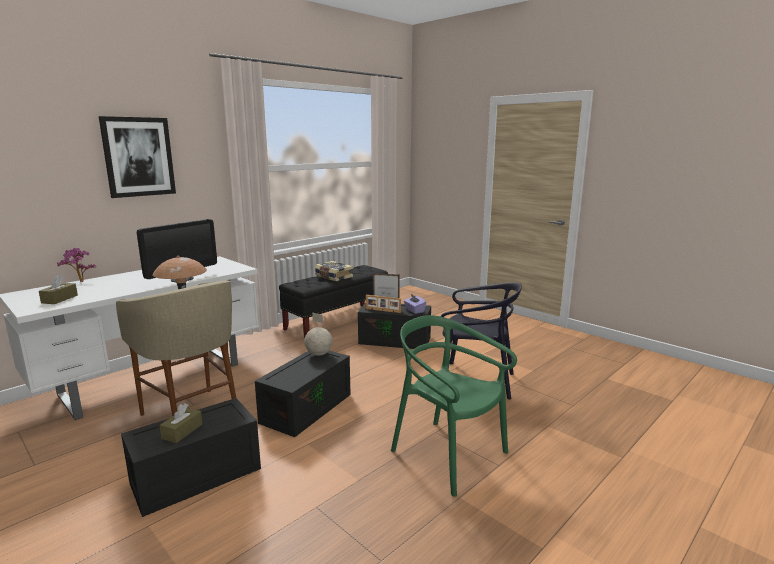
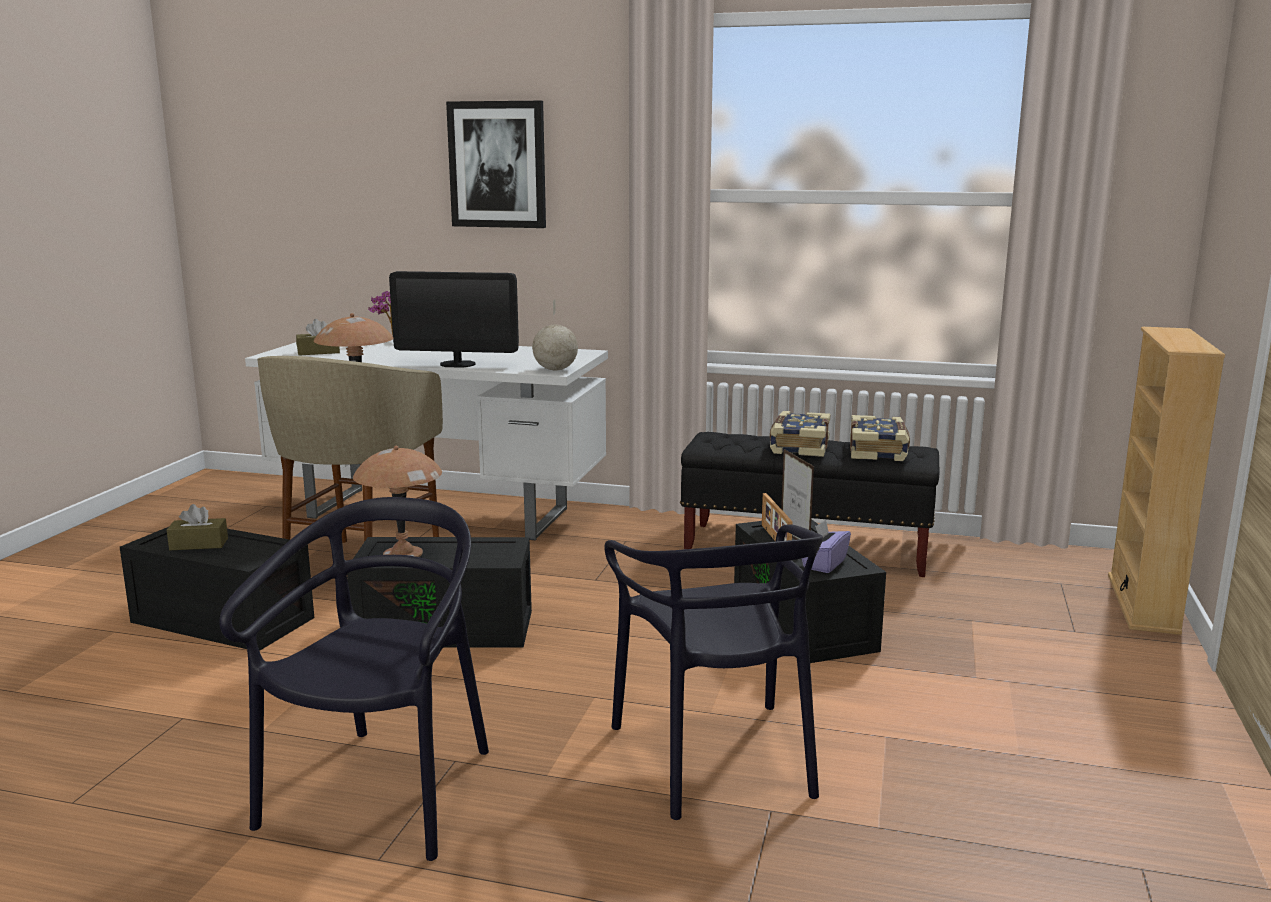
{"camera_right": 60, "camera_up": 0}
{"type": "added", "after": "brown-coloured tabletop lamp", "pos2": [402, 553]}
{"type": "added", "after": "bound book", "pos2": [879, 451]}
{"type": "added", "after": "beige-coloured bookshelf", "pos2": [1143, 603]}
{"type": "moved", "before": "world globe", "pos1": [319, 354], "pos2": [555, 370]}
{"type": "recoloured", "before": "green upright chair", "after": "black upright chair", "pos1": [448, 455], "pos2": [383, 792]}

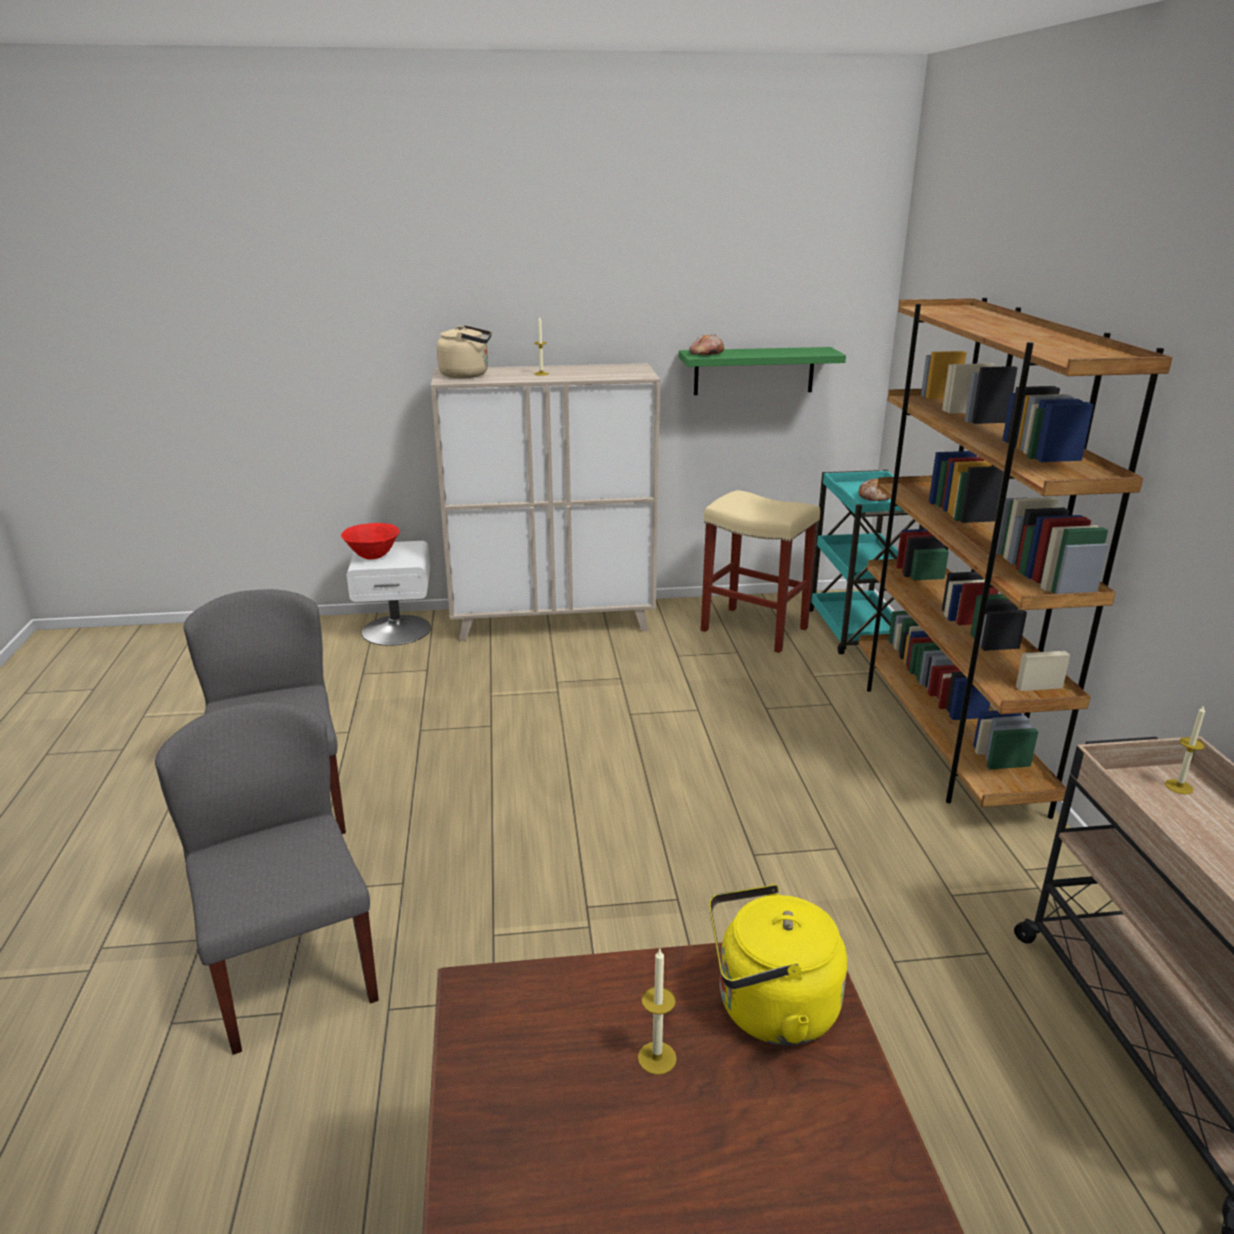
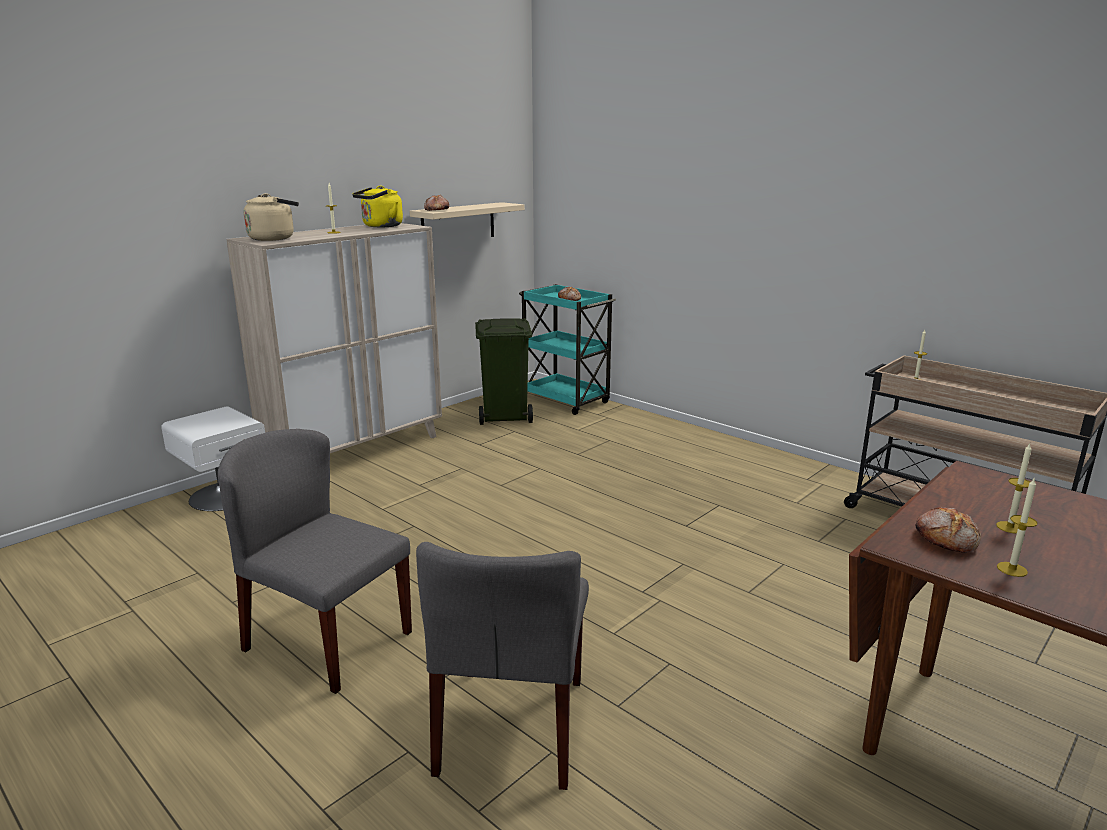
{"camera_right": -40, "camera_up": -5}
{"type": "removed", "before": "red-coloured serving bowl", "pos1": [373, 557]}
{"type": "removed", "before": "brown-coloured bookshelf", "pos1": [944, 739]}
{"type": "added", "after": "bakery bread", "pos2": [947, 539]}
{"type": "added", "after": "wax candle", "pos2": [1012, 569]}
{"type": "moved", "before": "yellow tea kettle", "pos1": [769, 1009], "pos2": [380, 226]}
{"type": "replaced", "before": "beige-coloured sitting stool", "after": "green waste bin", "pos1": [756, 629], "pos2": [506, 416]}
{"type": "recoloured", "before": "green bracket shelf", "after": "beige-coloured bracket shelf", "pos1": [754, 371], "pos2": [458, 223]}
{"type": "turned", "before": "gray upright chair", "pos1": [289, 969], "pos2": [512, 726], "turn": -105}

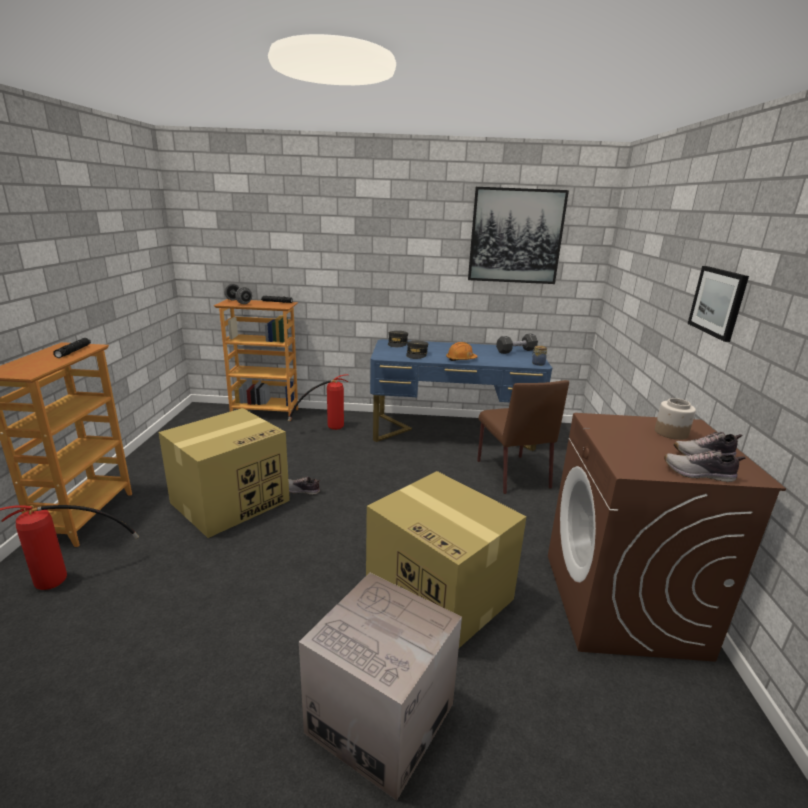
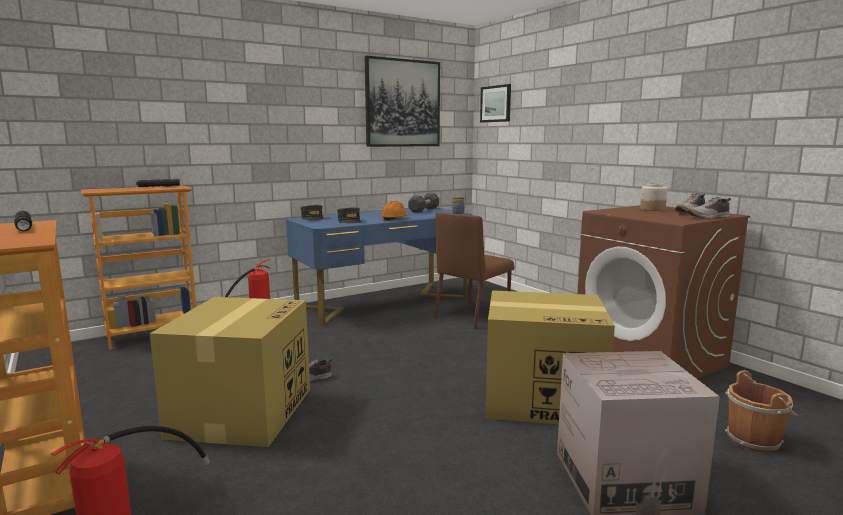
{"camera_right": -35, "camera_up": -10}
{"type": "removed", "before": "gray hand weight", "pos1": [238, 302]}
{"type": "added", "after": "brown-coloured water bucket", "pos2": [755, 440]}
{"type": "moved", "before": "wall picture", "pos1": [718, 302], "pos2": [496, 104]}
{"type": "turned", "before": "brown-coloured upright chair", "pos1": [512, 473], "pos2": [473, 315], "turn": 90}

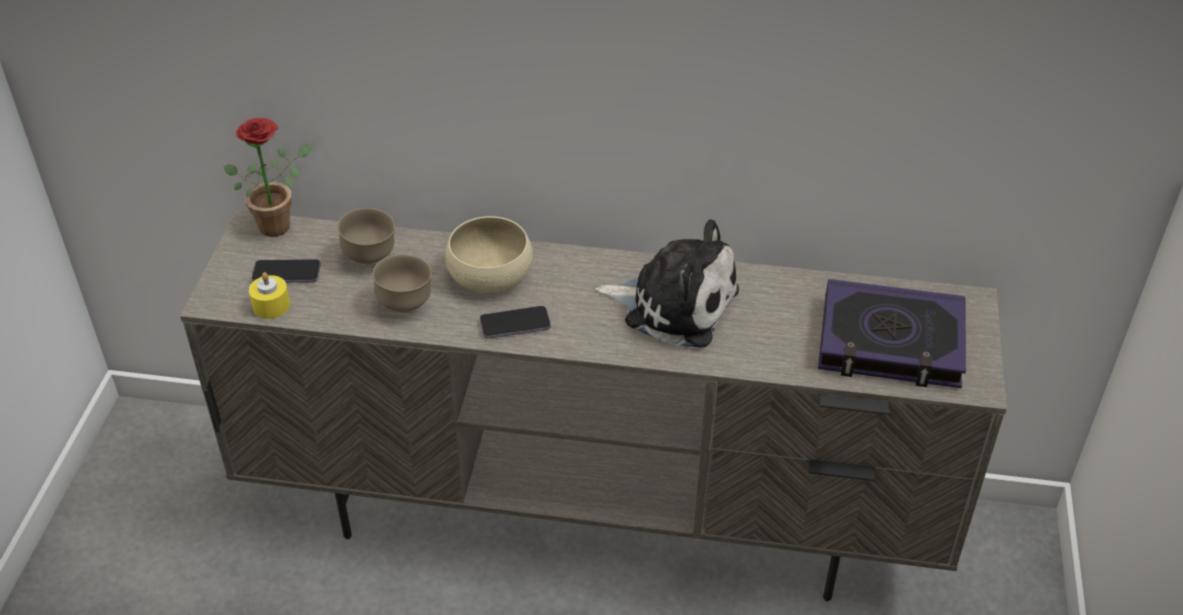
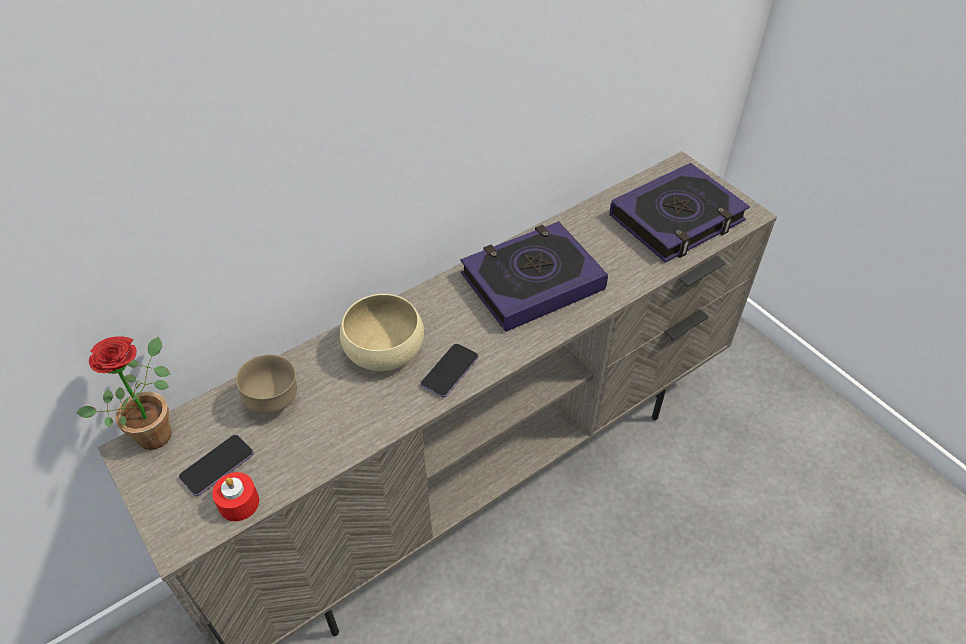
{"camera_right": -45, "camera_up": 5}
{"type": "removed", "before": "brown-coloured serving bowl", "pos1": [405, 304]}
{"type": "replaced", "before": "cuddly toy", "after": "bound book", "pos1": [674, 304], "pos2": [532, 281]}
{"type": "recoloured", "before": "yellow wax candle", "after": "red-coloured wax candle", "pos1": [271, 305], "pos2": [239, 503]}

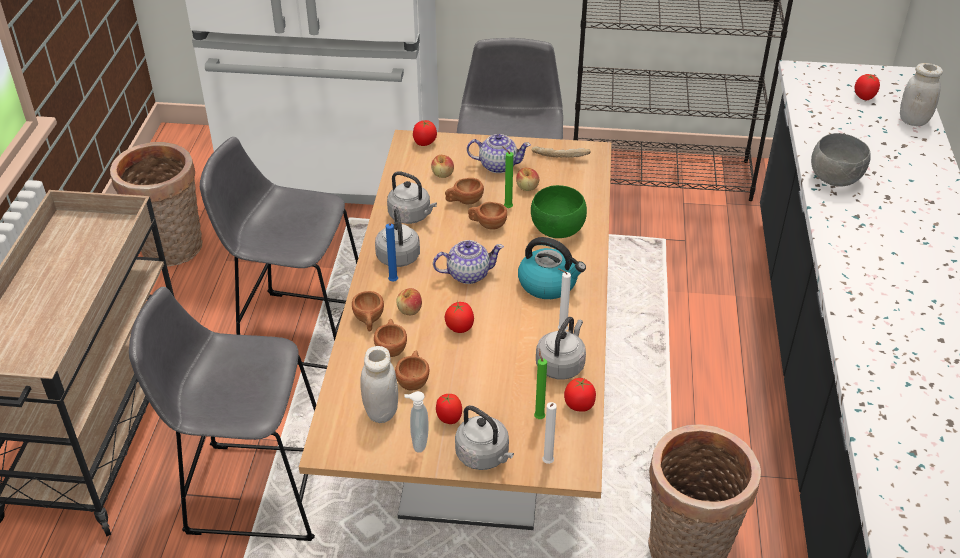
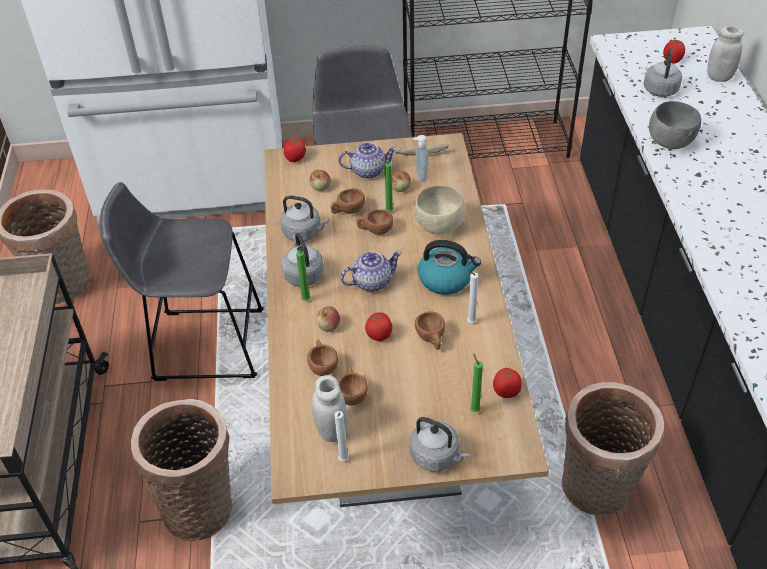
{"camera_right": -10, "camera_up": 5}
{"type": "removed", "before": "whole tomato", "pos1": [449, 418]}
{"type": "moved", "before": "brown-coloured cup", "pos1": [369, 321], "pos2": [431, 339]}
{"type": "moved", "before": "soap bottle", "pos1": [418, 443], "pos2": [420, 176]}
{"type": "moved", "before": "gray tea kettle", "pos1": [561, 364], "pos2": [660, 89]}
{"type": "moved", "before": "whitish wax candle", "pos1": [547, 463], "pos2": [343, 461]}
{"type": "replaced", "before": "gray sitting stool", "after": "storage basket", "pos1": [251, 490], "pos2": [200, 505]}
{"type": "recoloured", "before": "blue wax candle", "after": "green wax candle", "pos1": [393, 282], "pos2": [306, 301]}
{"type": "recoloured", "before": "green serving bowl", "after": "beige-coloured serving bowl", "pos1": [557, 231], "pos2": [439, 227]}

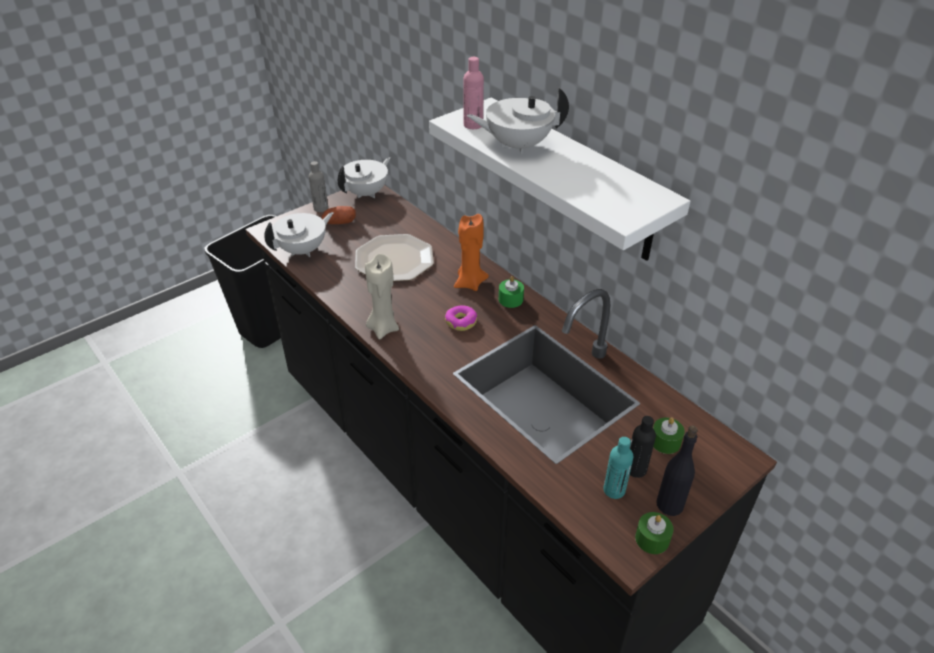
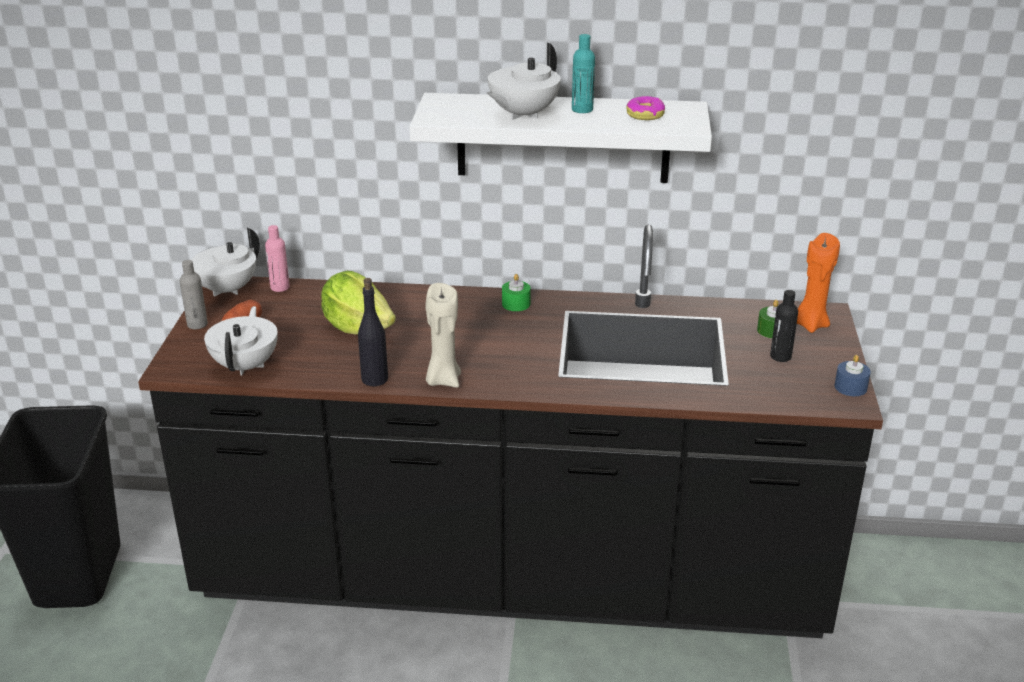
{"camera_right": -45, "camera_up": -10}
{"type": "moved", "before": "donut", "pos1": [461, 322], "pos2": [645, 115]}
{"type": "moved", "before": "orange-coloured wax candle", "pos1": [469, 283], "pos2": [810, 324]}
{"type": "moved", "before": "pink bottle", "pos1": [473, 125], "pos2": [280, 287]}
{"type": "moved", "before": "turquoise-coloured bottle", "pos1": [614, 490], "pos2": [582, 109]}
{"type": "moved", "before": "black bottle", "pos1": [669, 504], "pos2": [374, 379]}
{"type": "replaced", "before": "dinner plate", "after": "head of lettuce", "pos1": [395, 259], "pos2": [358, 326]}
{"type": "recoloured", "before": "green wax candle", "after": "blue wax candle", "pos1": [652, 539], "pos2": [850, 387]}
{"type": "turned", "before": "whitish teapot", "pos1": [367, 193], "pos2": [226, 290], "turn": -135}

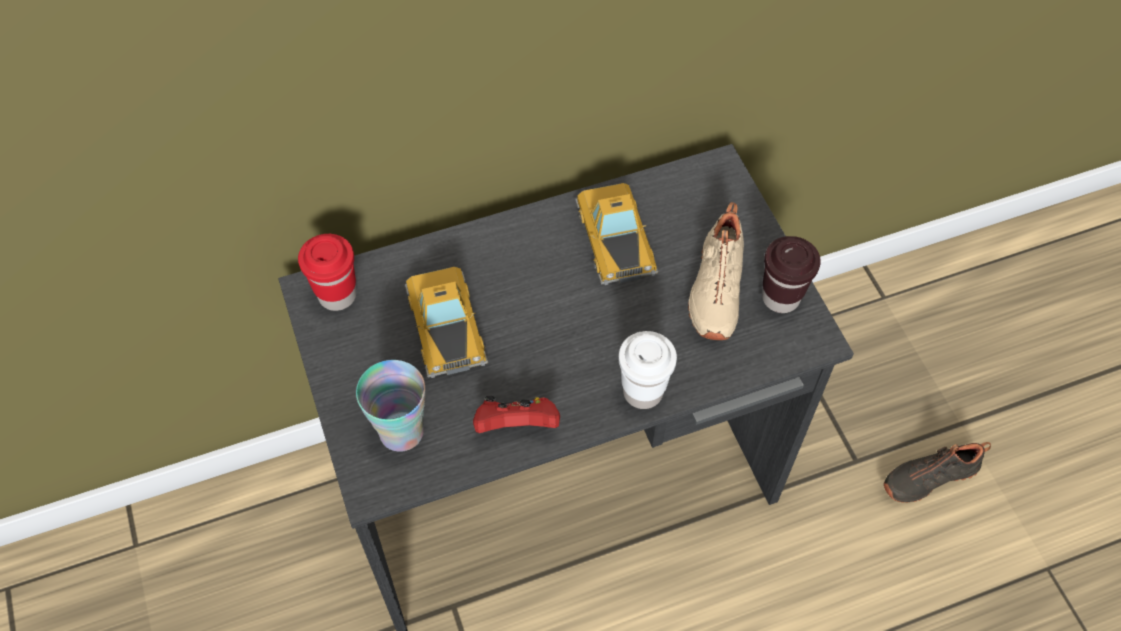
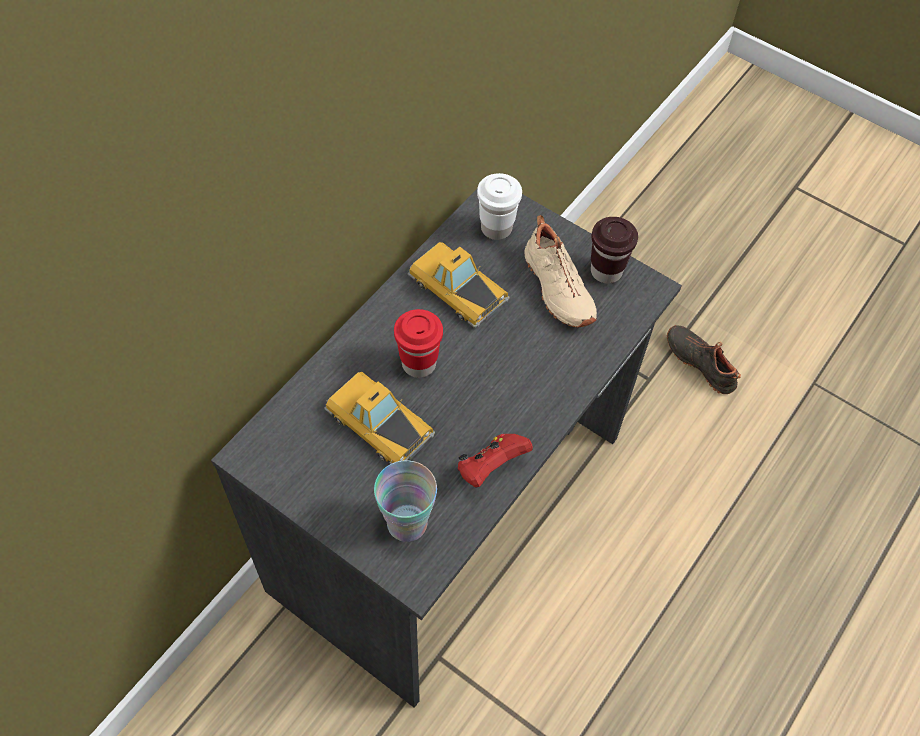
{"camera_right": -35, "camera_up": 0}
{"type": "moved", "before": "red-coloured cup", "pos1": [337, 295], "pos2": [419, 364]}
{"type": "moved", "before": "whitish cup", "pos1": [643, 392], "pos2": [496, 228]}
{"type": "turned", "before": "black item of footwear", "pos1": [928, 475], "pos2": [701, 362], "turn": 105}

